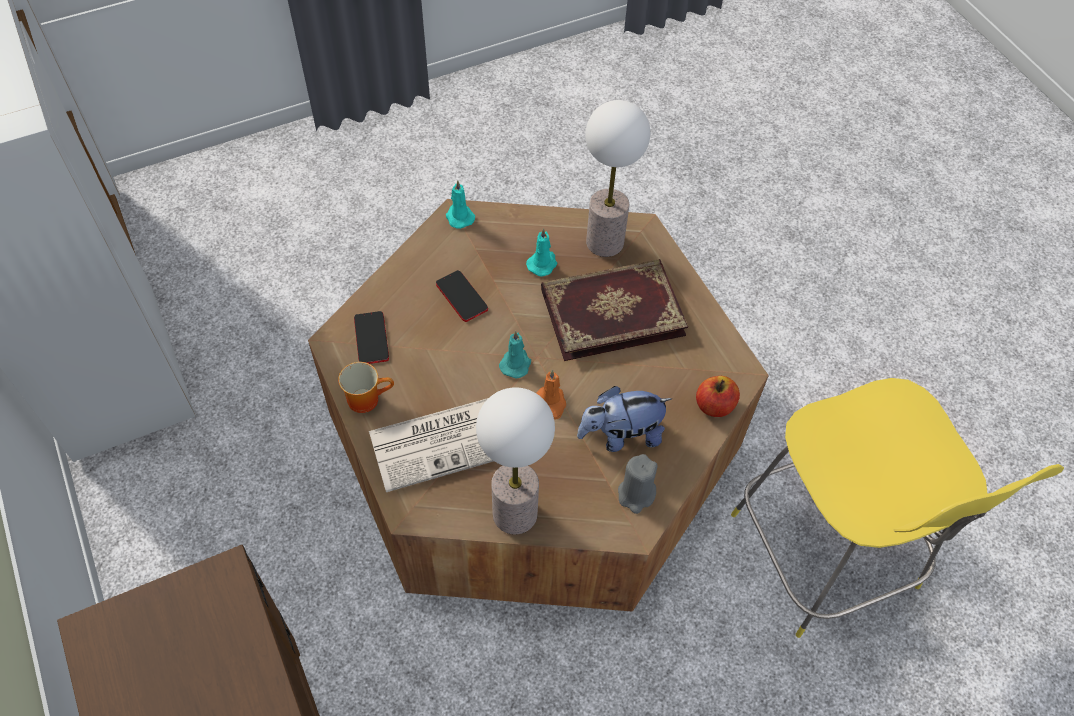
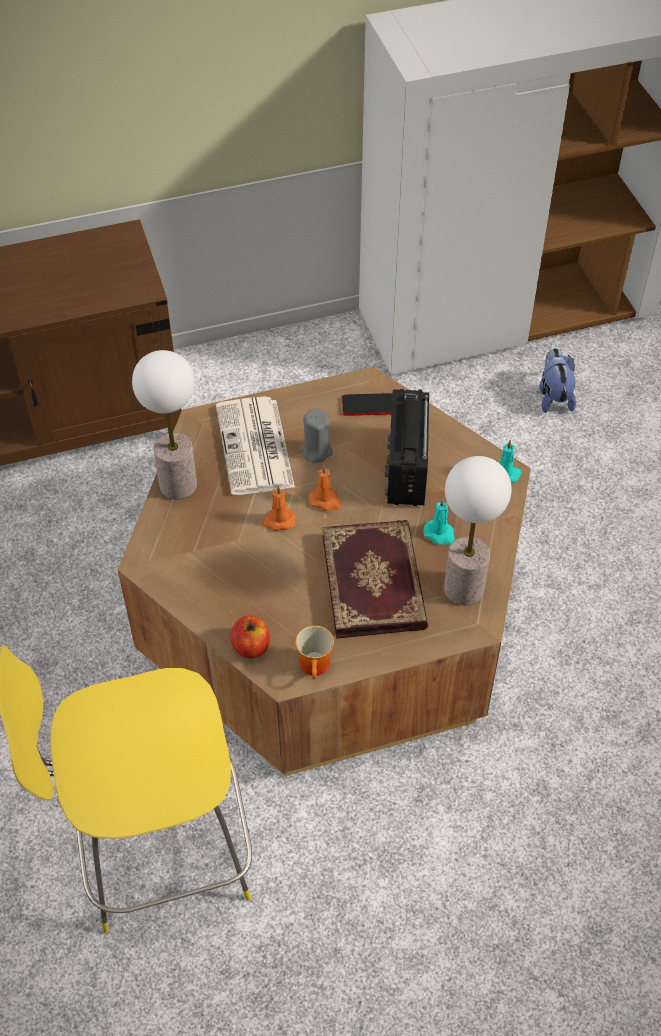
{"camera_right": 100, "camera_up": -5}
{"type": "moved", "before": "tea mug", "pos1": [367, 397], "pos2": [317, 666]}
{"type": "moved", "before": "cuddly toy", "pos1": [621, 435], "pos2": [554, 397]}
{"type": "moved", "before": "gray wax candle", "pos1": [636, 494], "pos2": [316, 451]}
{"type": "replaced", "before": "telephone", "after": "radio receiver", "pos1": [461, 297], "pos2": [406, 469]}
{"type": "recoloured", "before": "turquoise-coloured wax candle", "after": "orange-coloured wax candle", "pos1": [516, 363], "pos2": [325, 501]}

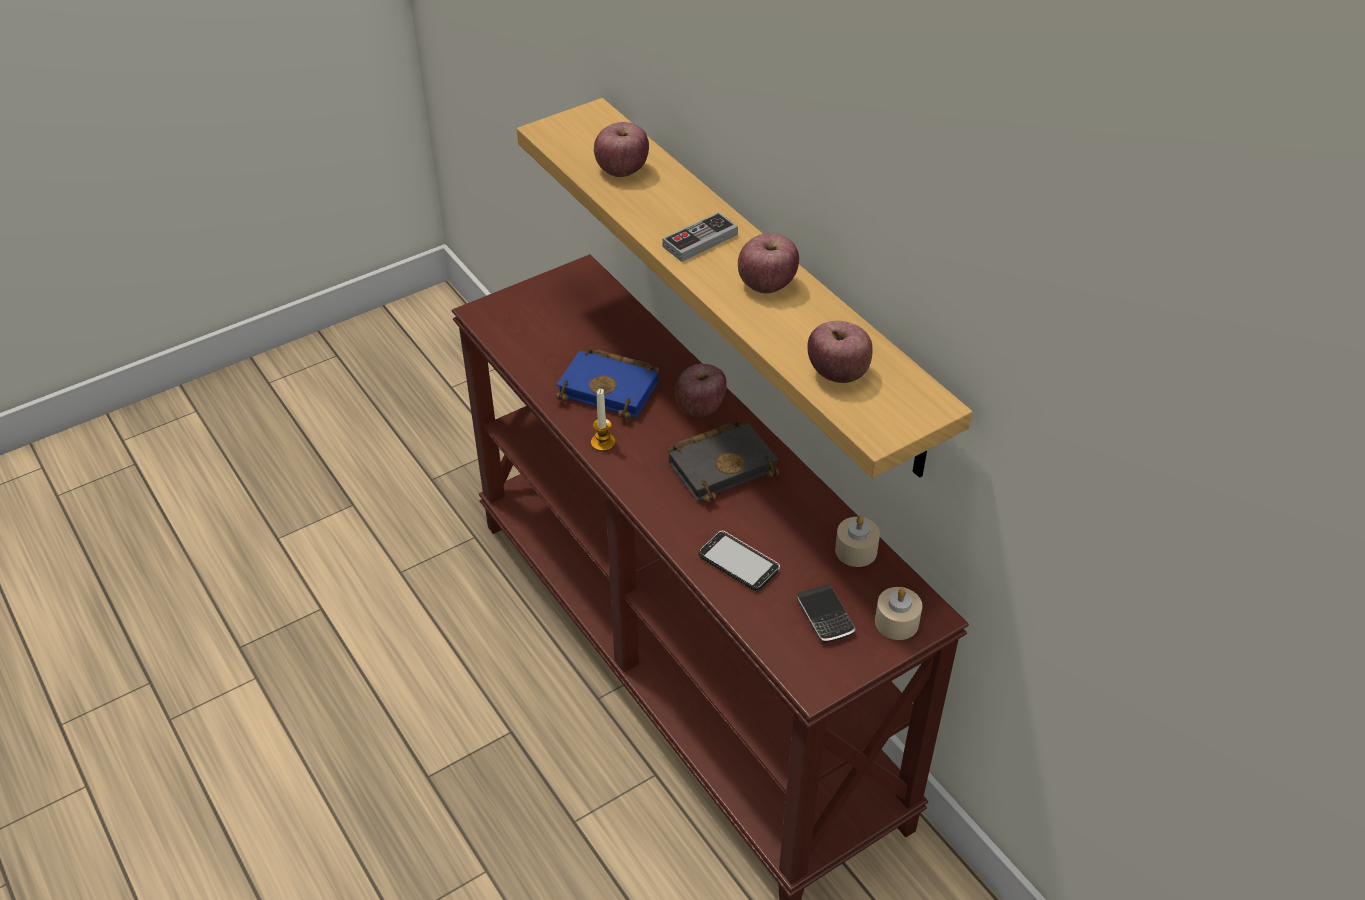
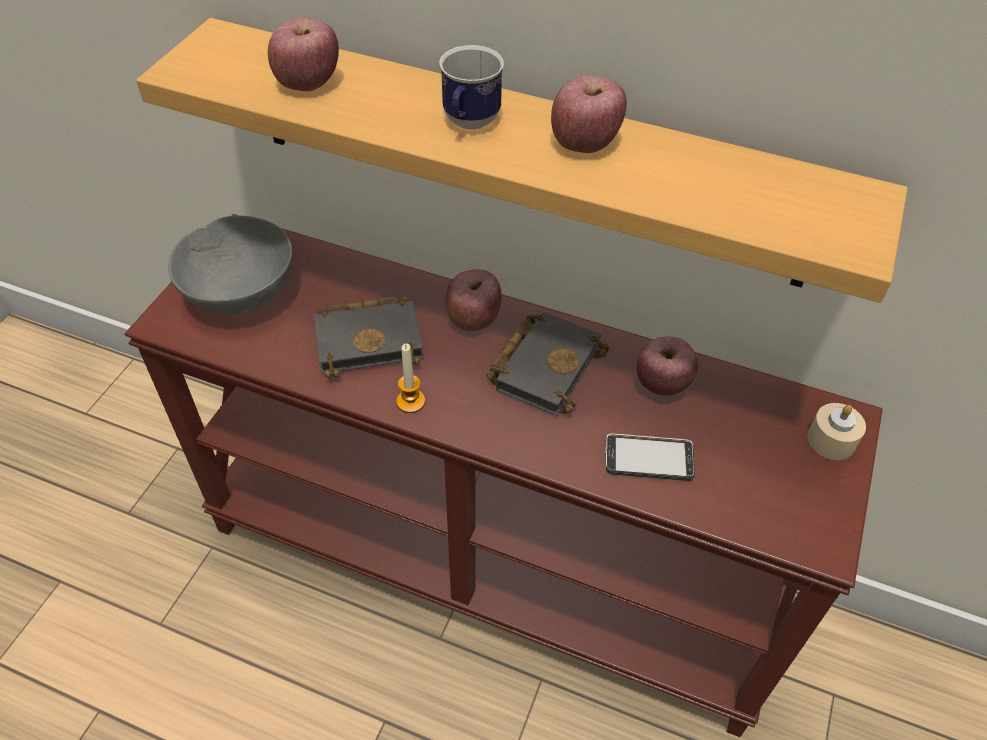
{"camera_right": -35, "camera_up": 5}
{"type": "removed", "before": "telephone", "pos1": [825, 616]}
{"type": "removed", "before": "beige-coloured wax candle", "pos1": [856, 550]}
{"type": "added", "after": "gray serving bowl", "pos2": [240, 292]}
{"type": "moved", "before": "whole apple", "pos1": [838, 373], "pos2": [662, 384]}
{"type": "replaced", "before": "joypad", "after": "tea mug", "pos1": [700, 240], "pos2": [468, 124]}
{"type": "recoloured", "before": "blue bound book", "after": "black bound book", "pos1": [612, 388], "pos2": [371, 339]}

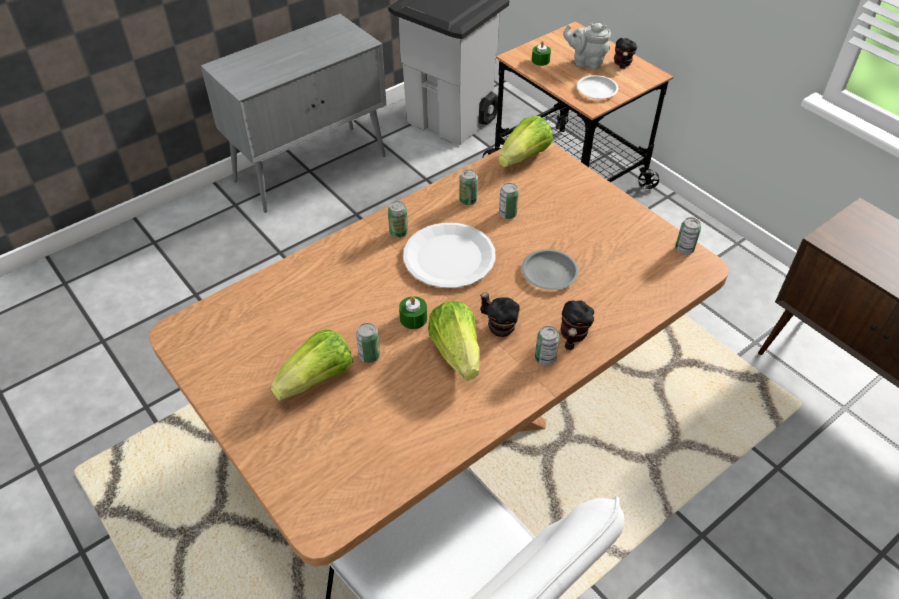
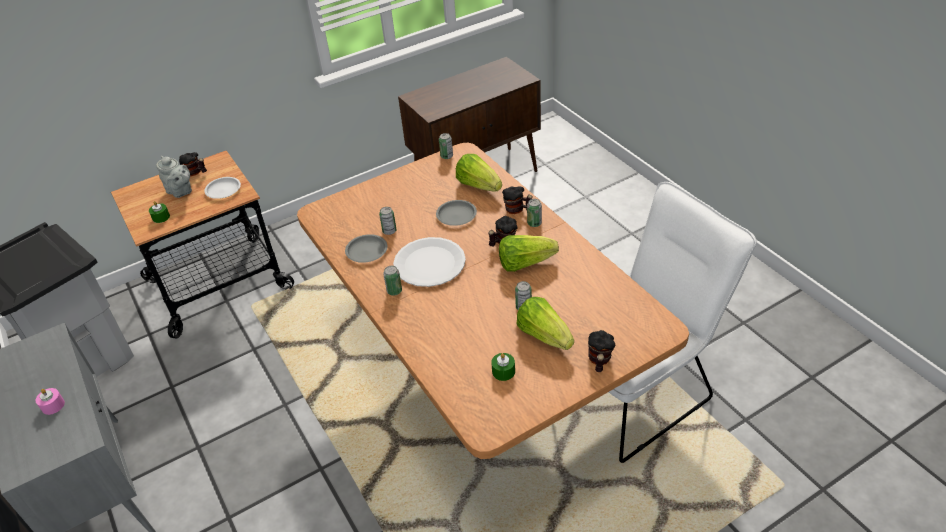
{"camera_right": -80, "camera_up": -5}
{"type": "added", "after": "pink wax candle", "pos2": [53, 405]}
{"type": "added", "after": "tea mug", "pos2": [599, 361]}
{"type": "moved", "before": "green wax candle", "pos1": [413, 318], "pos2": [503, 371]}
{"type": "moved", "before": "head of lettuce", "pos1": [524, 157], "pos2": [478, 185]}
{"type": "replaced", "before": "can", "after": "gray dinner plate", "pos1": [468, 200], "pos2": [367, 251]}
{"type": "turned", "before": "gray teapot", "pos1": [586, 63], "pos2": [180, 192], "turn": -75}

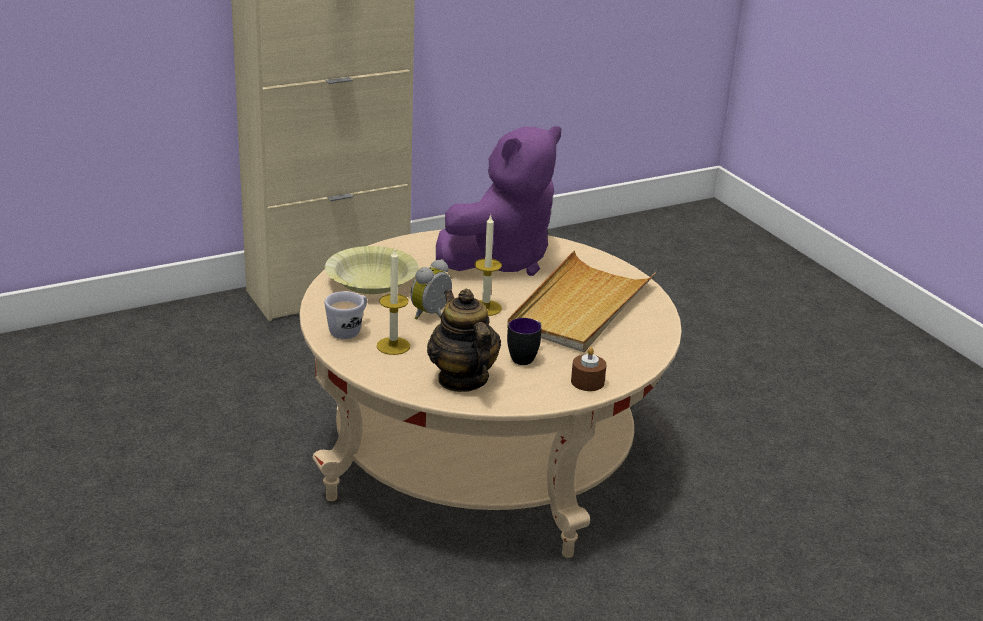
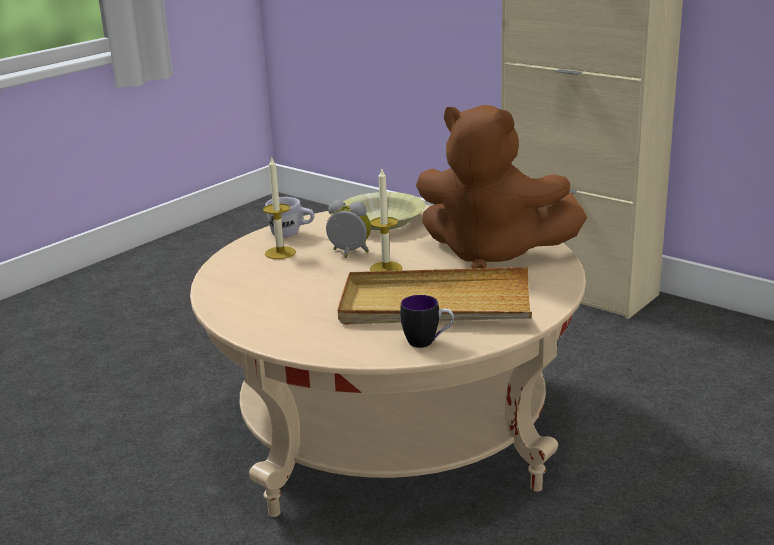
{"camera_right": 70, "camera_up": -5}
{"type": "removed", "before": "teapot", "pos1": [462, 379]}
{"type": "removed", "before": "brown-coloured wax candle", "pos1": [587, 382]}
{"type": "moved", "before": "tea mug", "pos1": [525, 357], "pos2": [427, 342]}
{"type": "recoloured", "before": "purple cuddly toy", "after": "brown-coloured cuddly toy", "pos1": [501, 260], "pos2": [492, 254]}

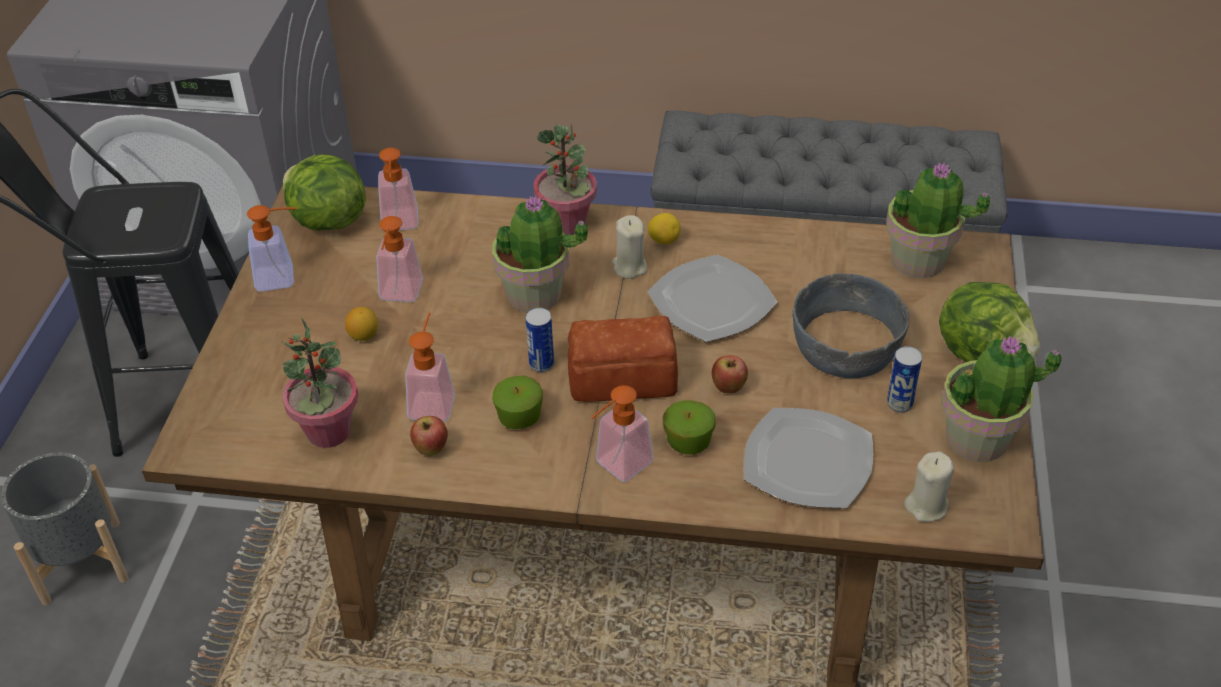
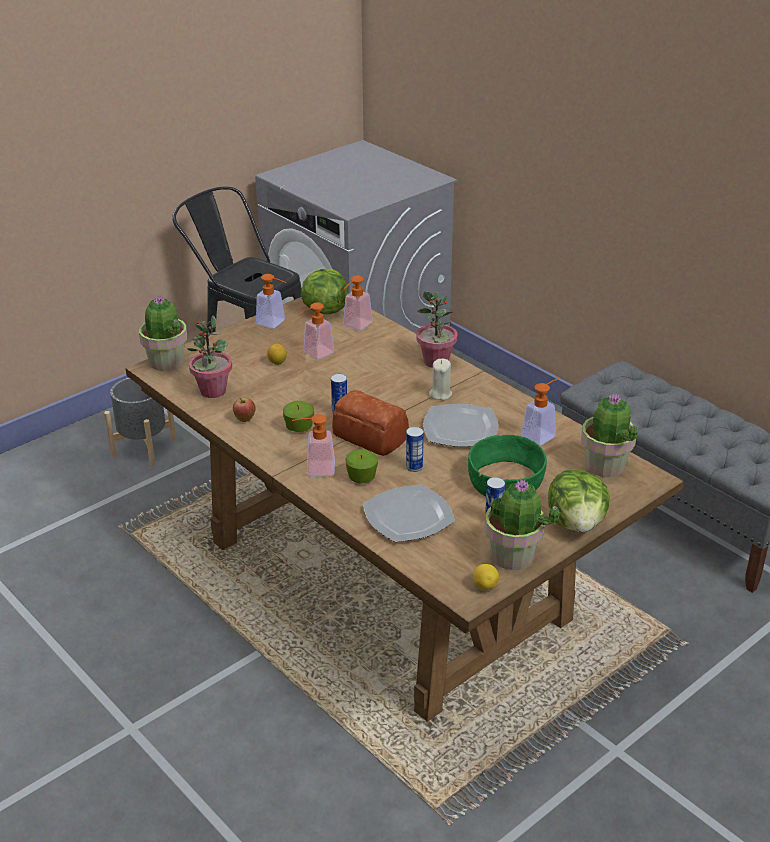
{"camera_right": 40, "camera_up": -10}
{"type": "removed", "before": "beige-coloured wax candle", "pos1": [926, 506]}
{"type": "moved", "before": "soap bottle", "pos1": [433, 400], "pos2": [542, 434]}
{"type": "moved", "before": "plant in a pot", "pos1": [535, 295], "pos2": [166, 362]}
{"type": "moved", "before": "lemon", "pos1": [664, 240], "pos2": [485, 586]}
{"type": "replaced", "before": "whole apple", "after": "can", "pos1": [728, 388], "pos2": [414, 467]}
{"type": "recoloured", "before": "gray serving bowl", "after": "green serving bowl", "pos1": [845, 341], "pos2": [506, 479]}

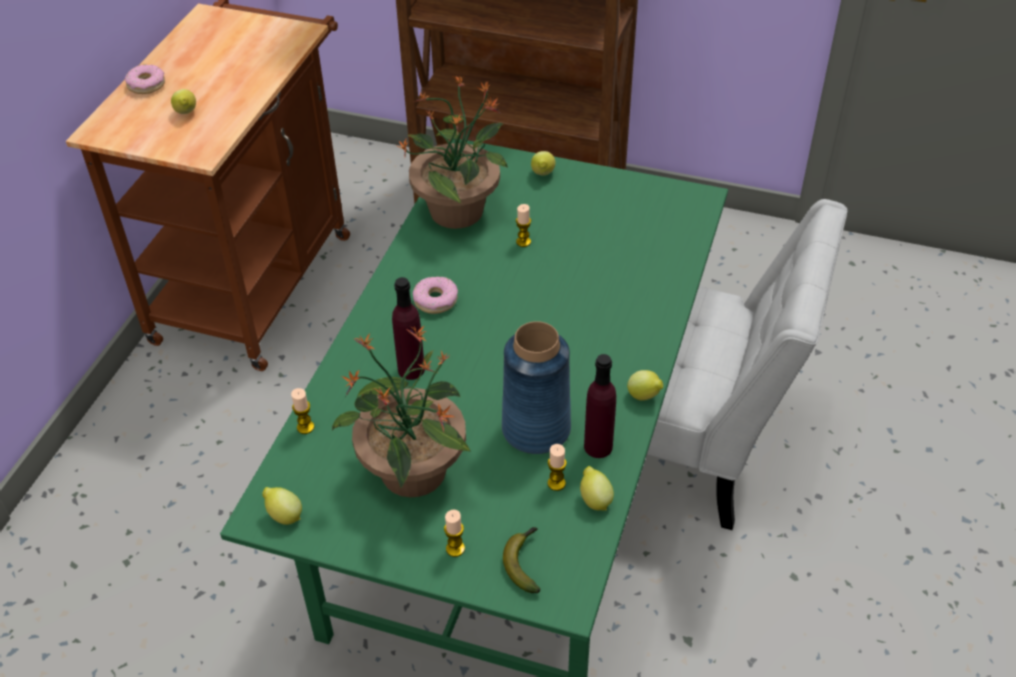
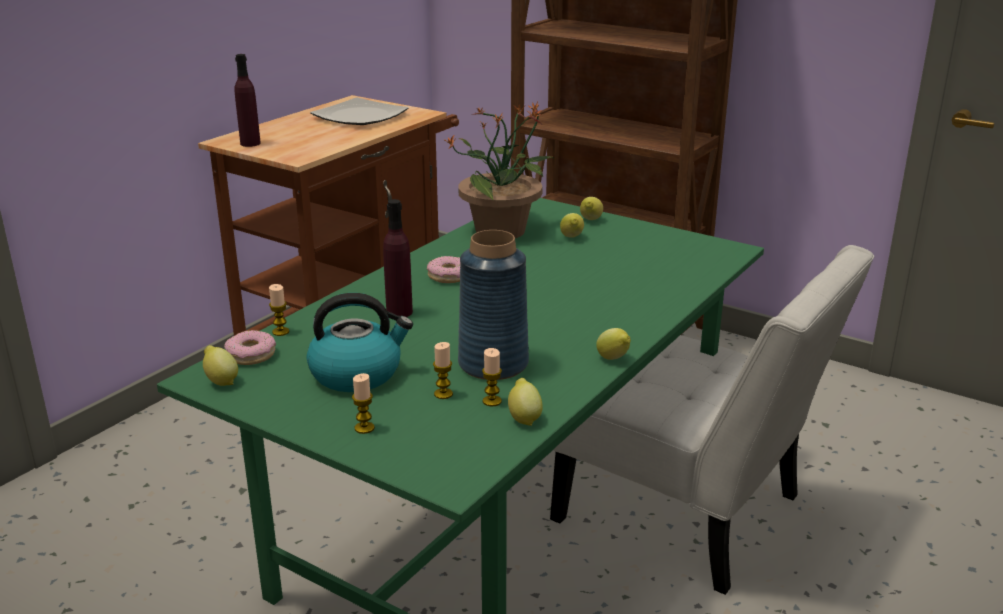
{"camera_right": 15, "camera_up": -20}
{"type": "removed", "before": "banana fruit", "pos1": [524, 562]}
{"type": "added", "after": "dinner plate", "pos2": [361, 116]}
{"type": "moved", "before": "donut", "pos1": [146, 85], "pos2": [250, 355]}
{"type": "moved", "before": "lemon", "pos1": [186, 113], "pos2": [571, 238]}
{"type": "moved", "before": "wax candle", "pos1": [523, 242], "pos2": [443, 394]}
{"type": "moved", "before": "purple bottle", "pos1": [598, 446], "pos2": [250, 143]}
{"type": "replaced", "before": "plant in a pot", "after": "tea kettle", "pos1": [413, 473], "pos2": [357, 373]}

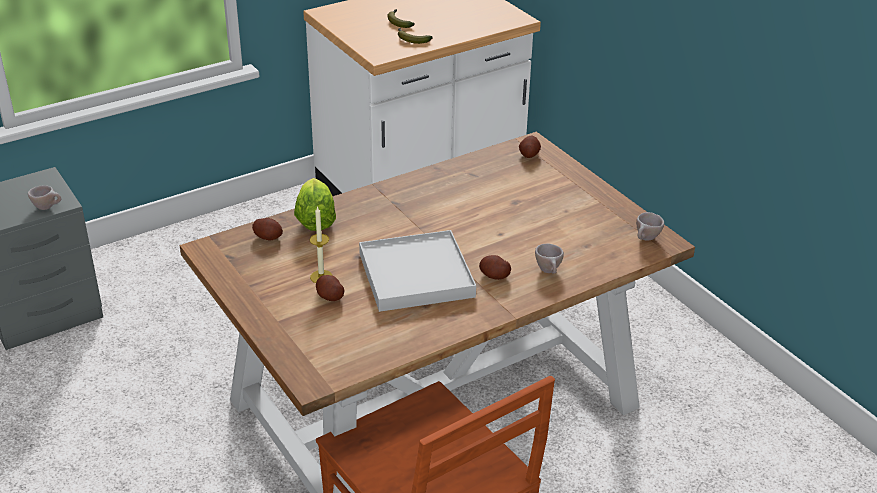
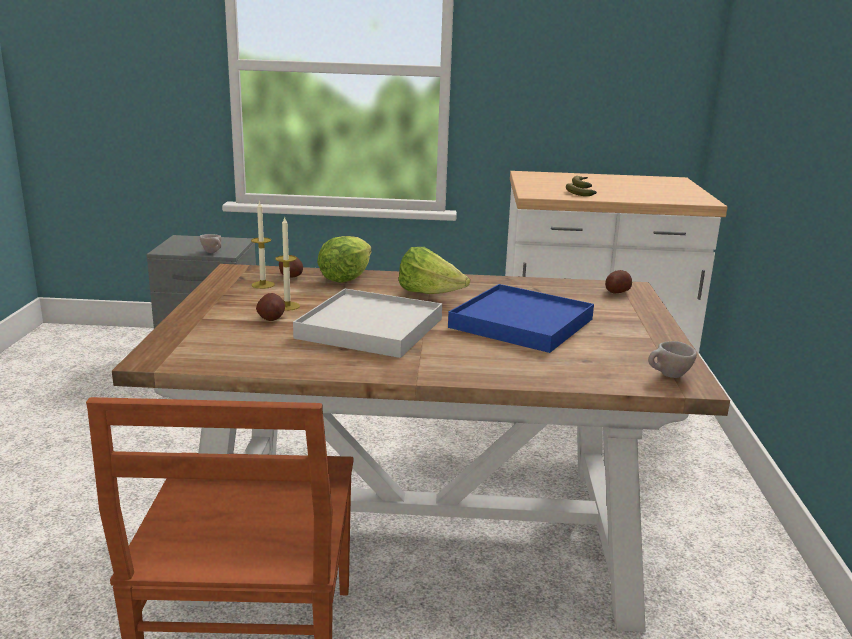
{"camera_right": 35, "camera_up": -15}
{"type": "removed", "before": "potato", "pos1": [494, 276]}
{"type": "removed", "before": "beige-coloured cup", "pos1": [549, 272]}
{"type": "added", "after": "wax candle", "pos2": [263, 285]}
{"type": "added", "after": "head of lettuce", "pos2": [430, 294]}
{"type": "added", "after": "blue tray", "pos2": [522, 323]}

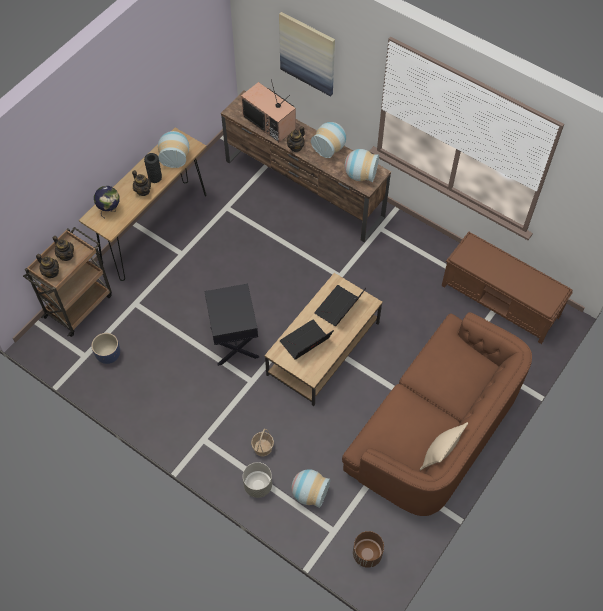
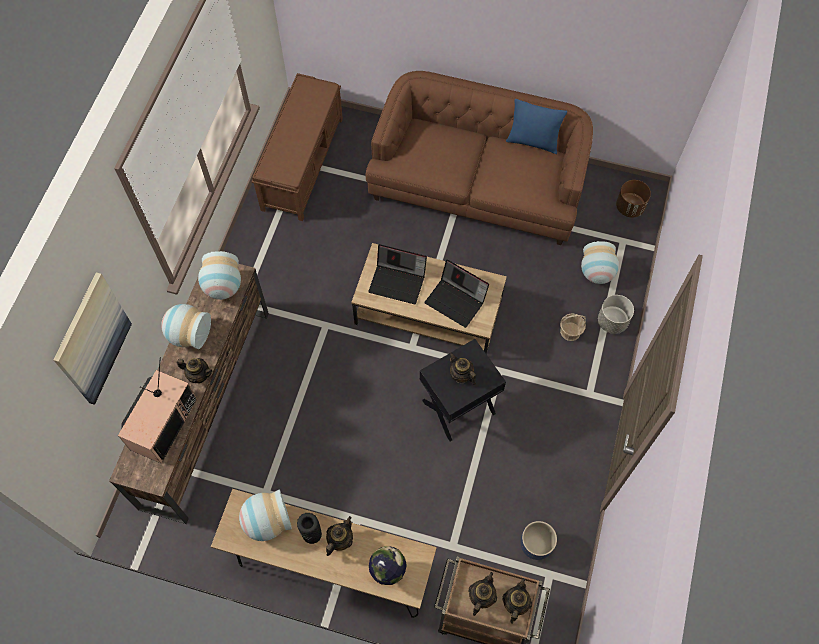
{"camera_right": -110, "camera_up": 5}
{"type": "added", "after": "teapot", "pos2": [461, 375]}
{"type": "recoloured", "before": "beige-coloured cushion", "after": "blue cushion", "pos1": [439, 454], "pos2": [533, 142]}

